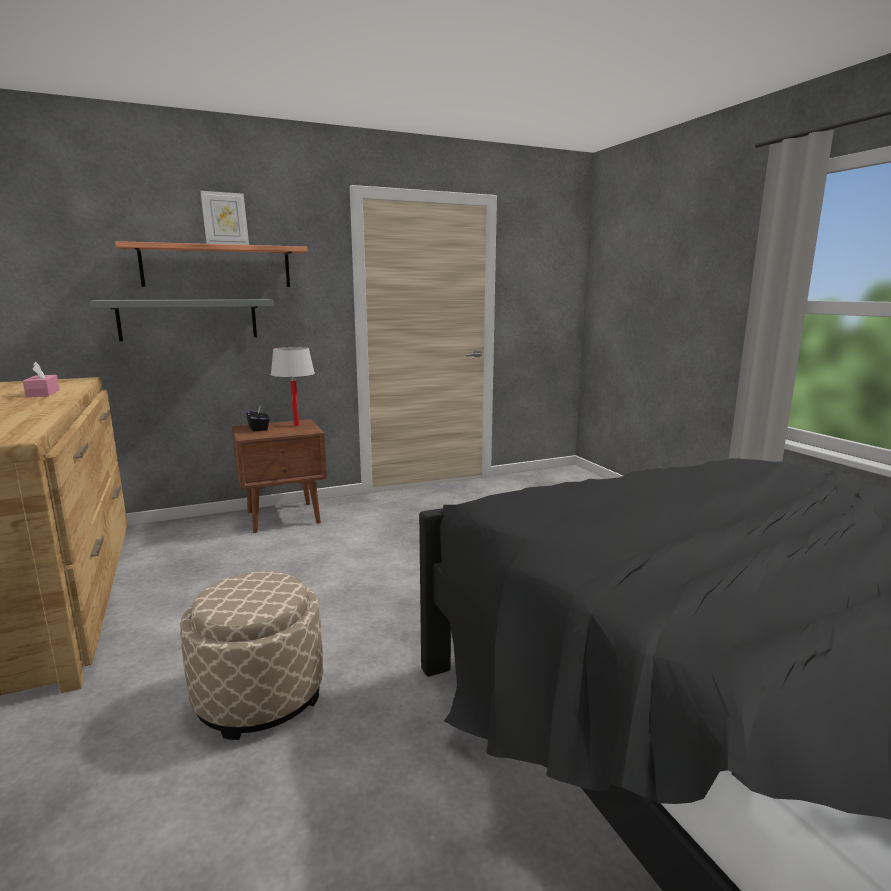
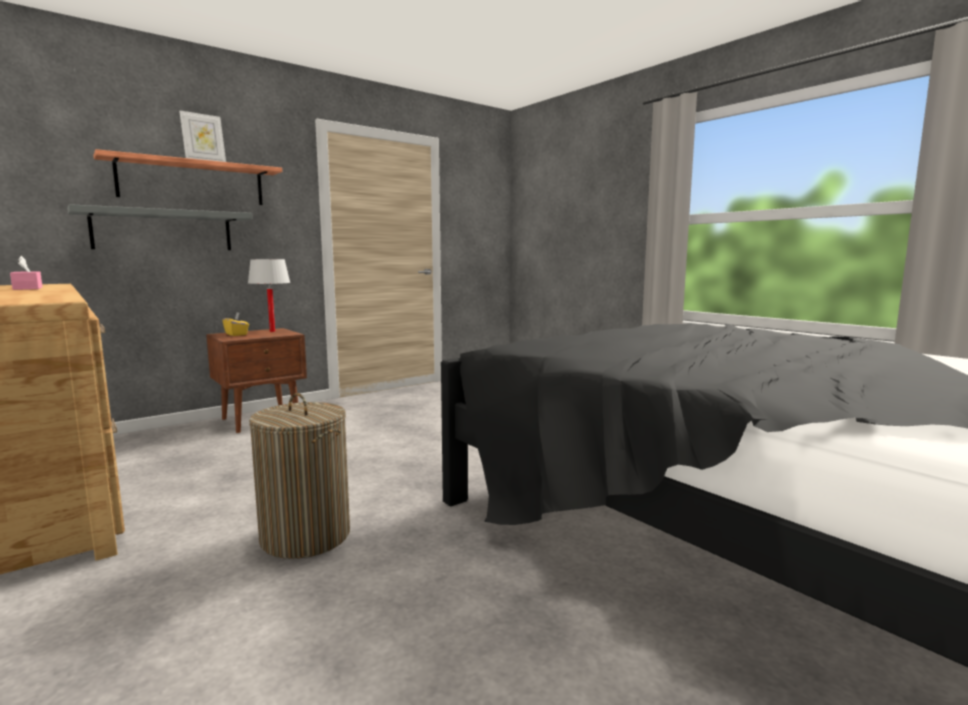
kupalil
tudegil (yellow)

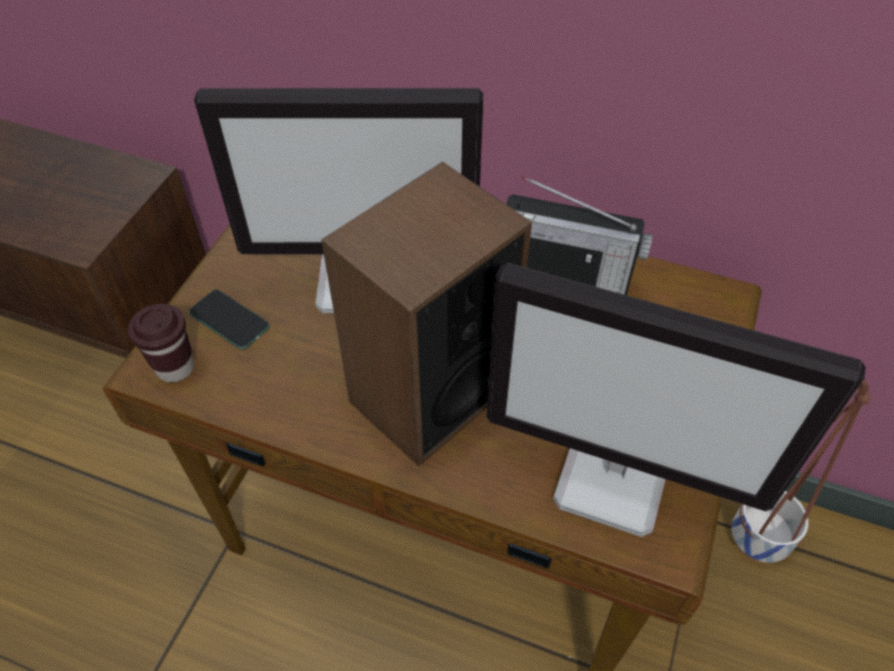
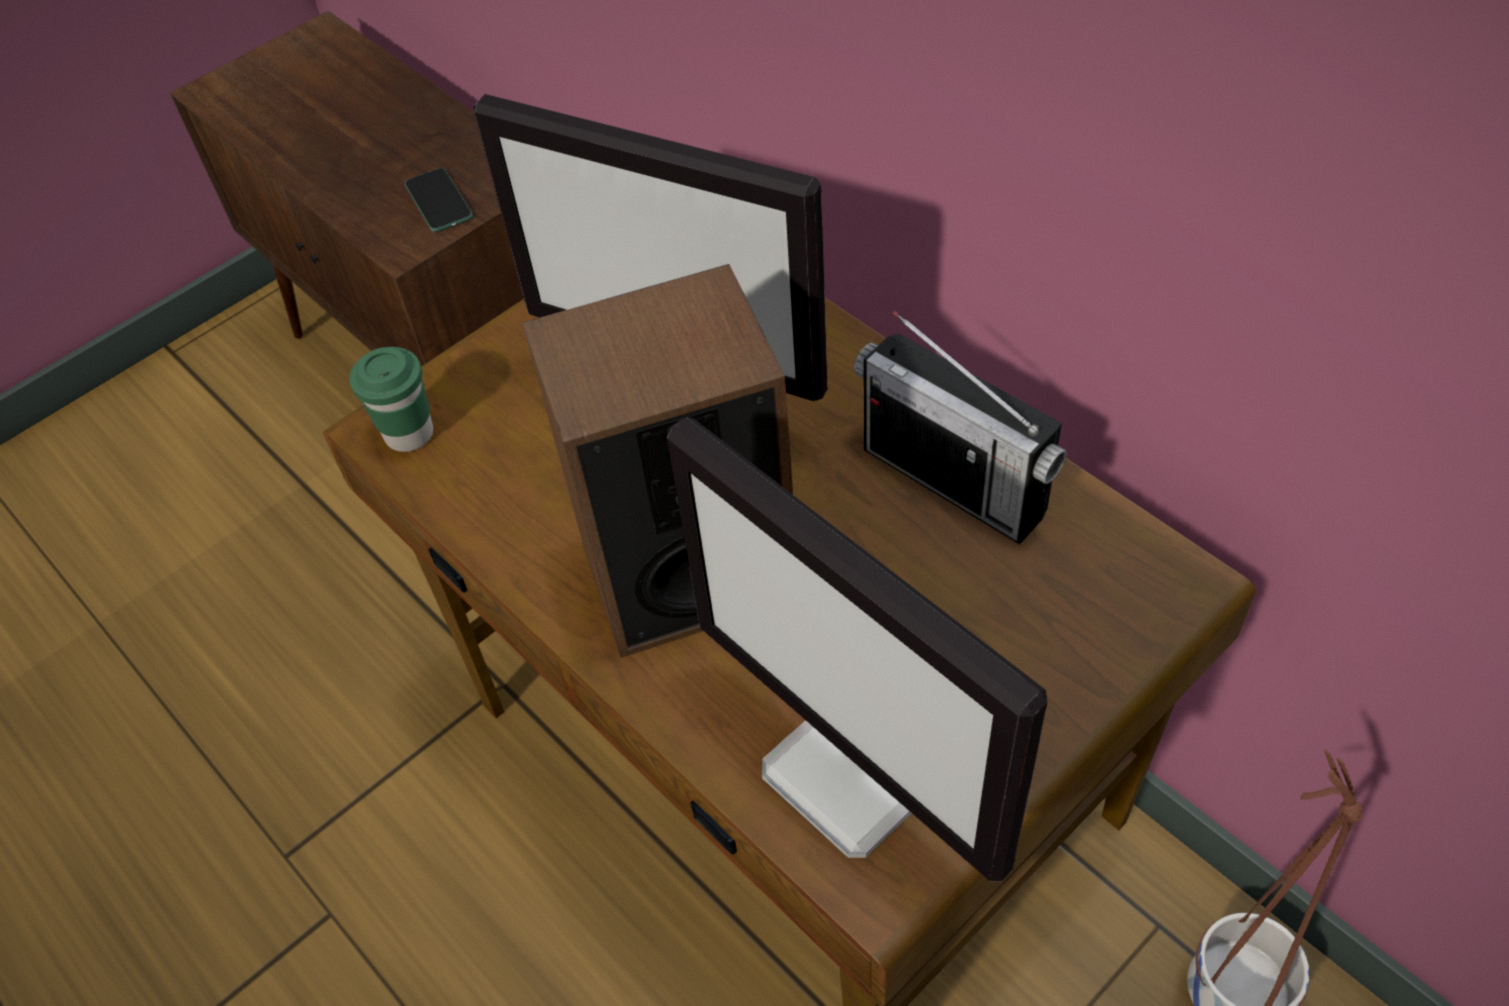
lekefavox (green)
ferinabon

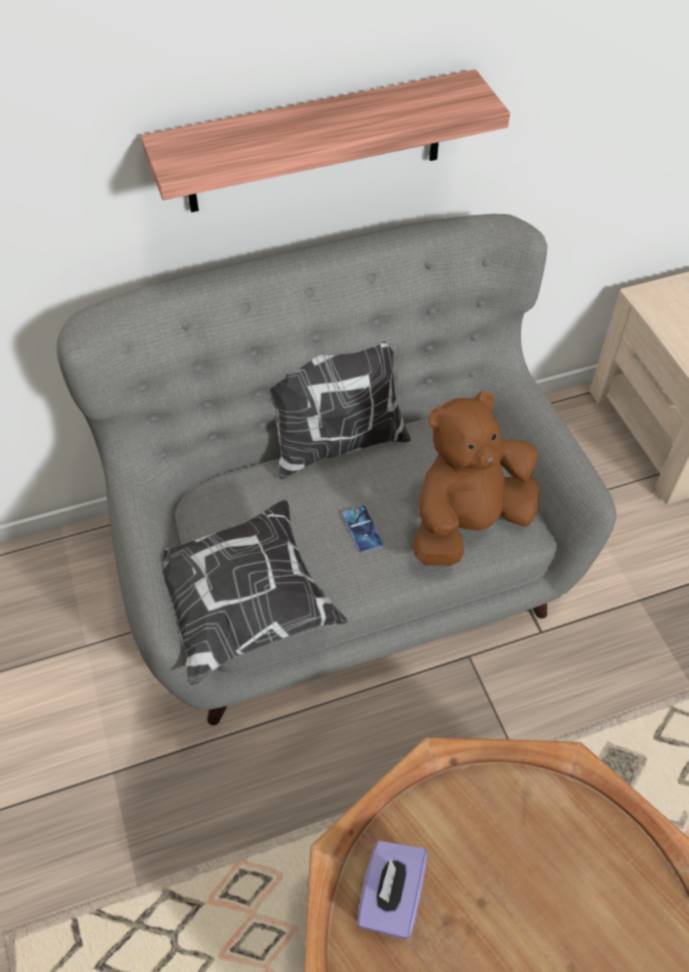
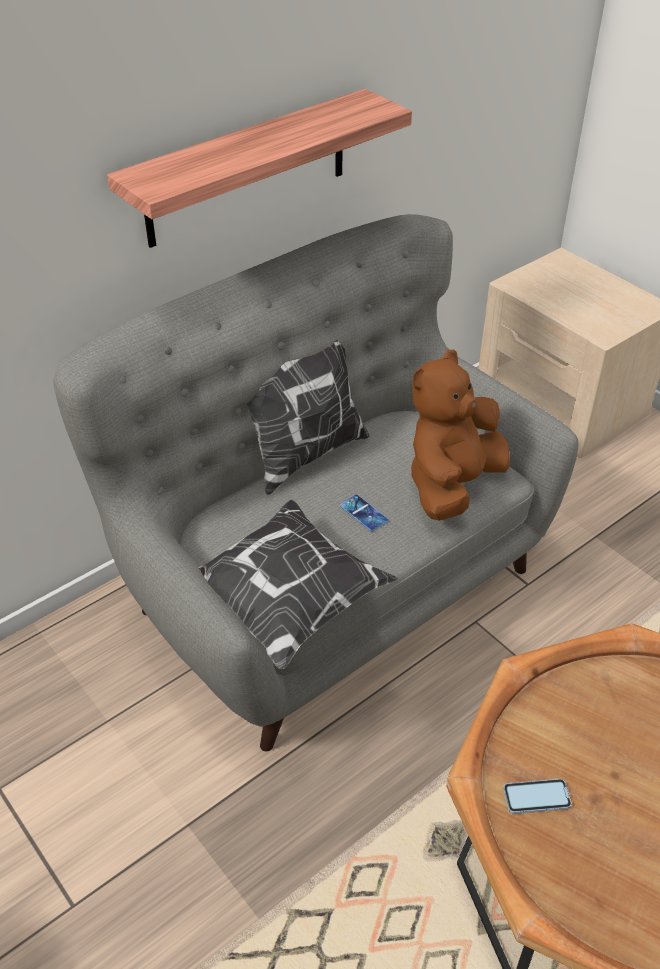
ferinabon (no. 2 from left)

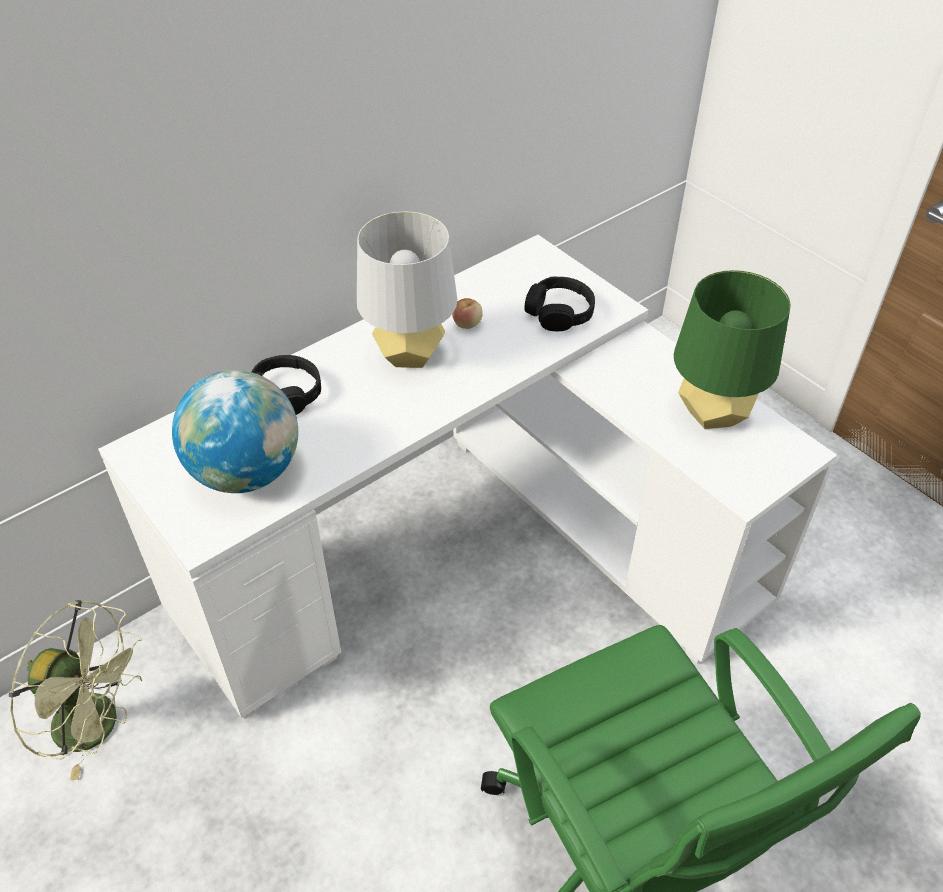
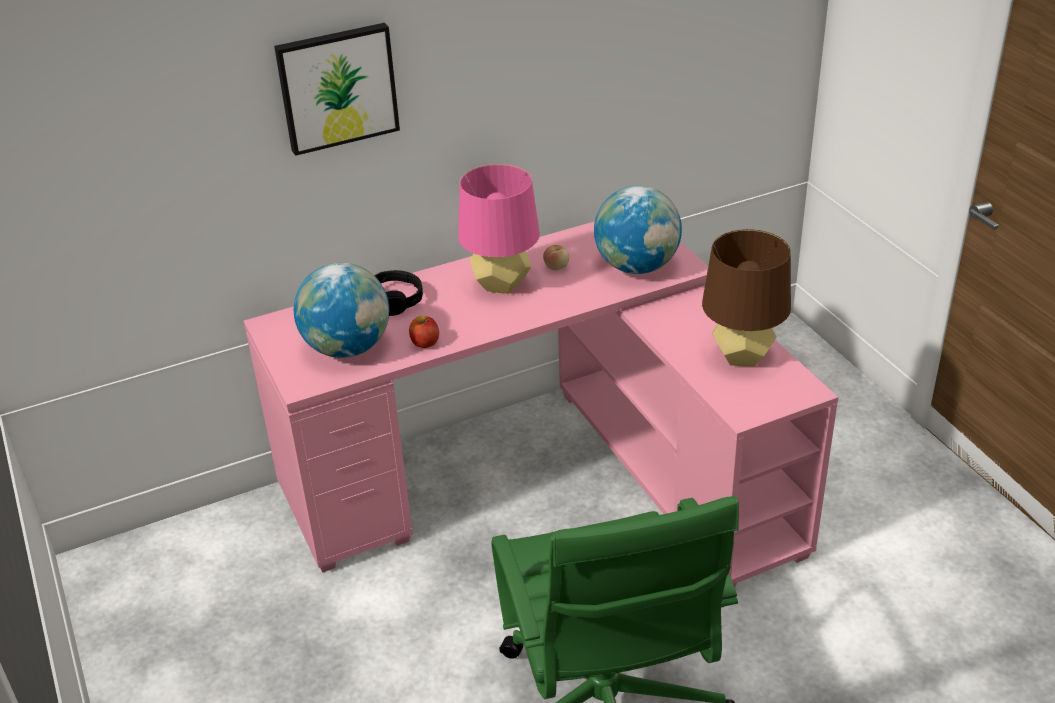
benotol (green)
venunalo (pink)
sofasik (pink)
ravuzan (no. 2 from left)
sofasik (brown)
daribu
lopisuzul (no. 1 from left)

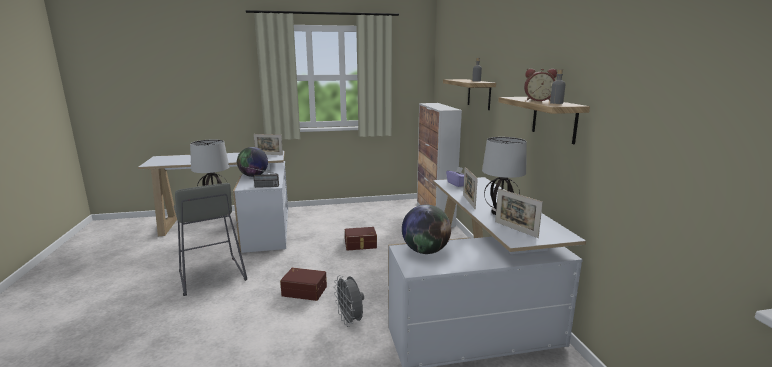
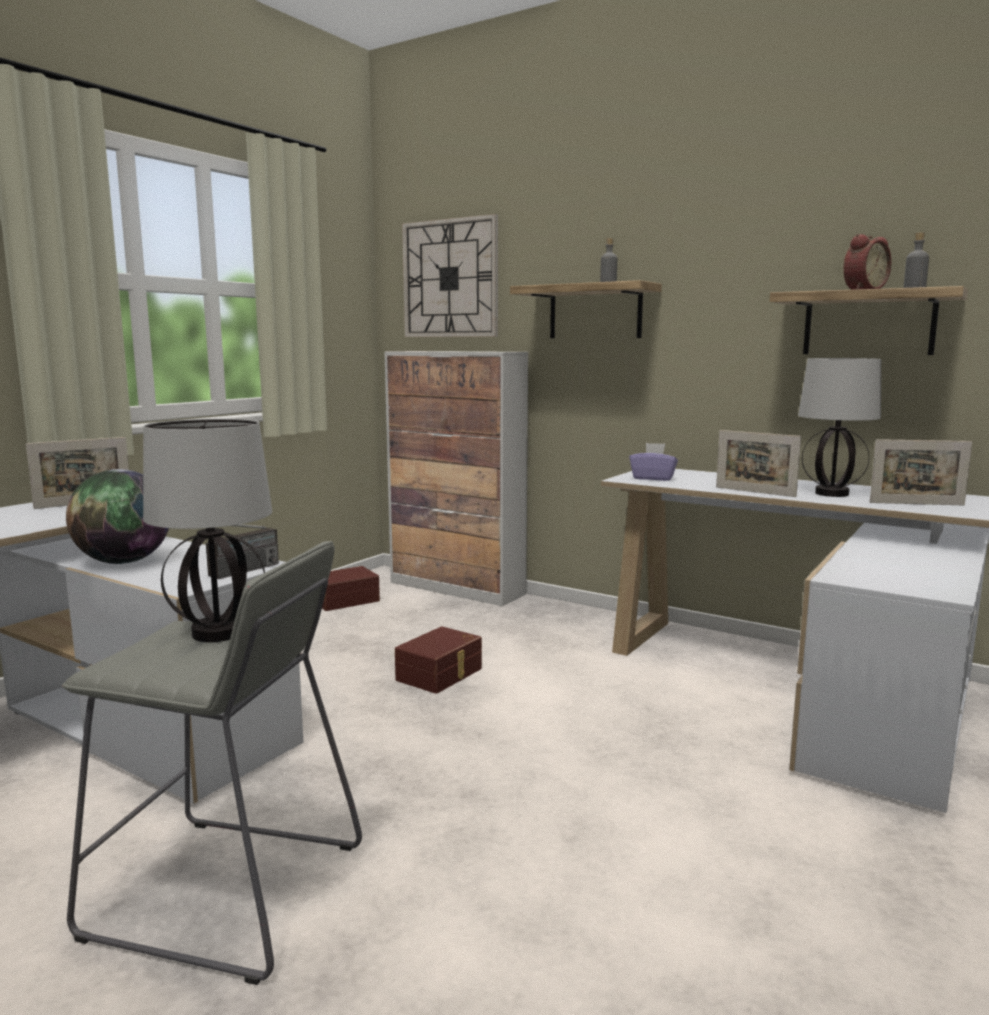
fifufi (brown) (no. 1 from left)
benotol (grey)
ravuzan (no. 2 from left in the first image)
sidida

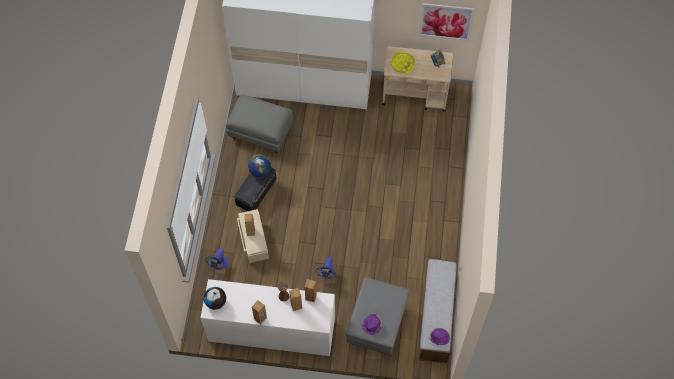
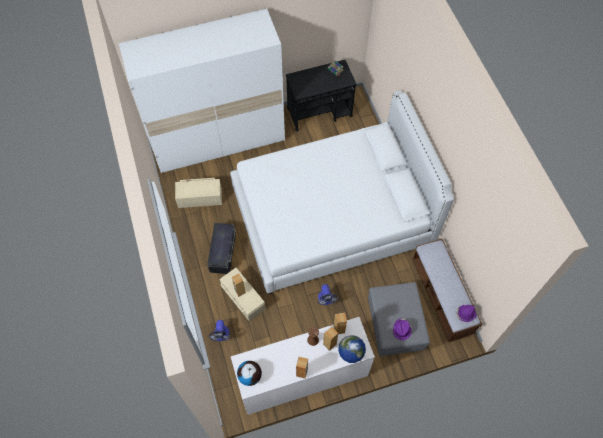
fifufi (beige) (no. 1 from left)
ravuzan (no. 2 from left)
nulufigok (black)
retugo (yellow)
daribu
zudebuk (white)

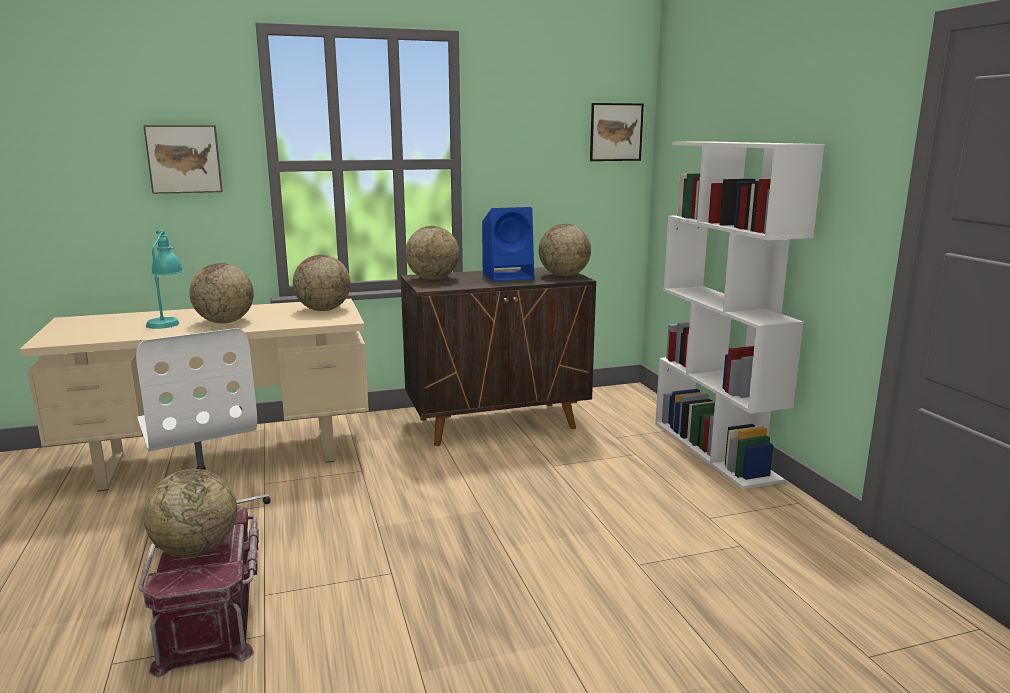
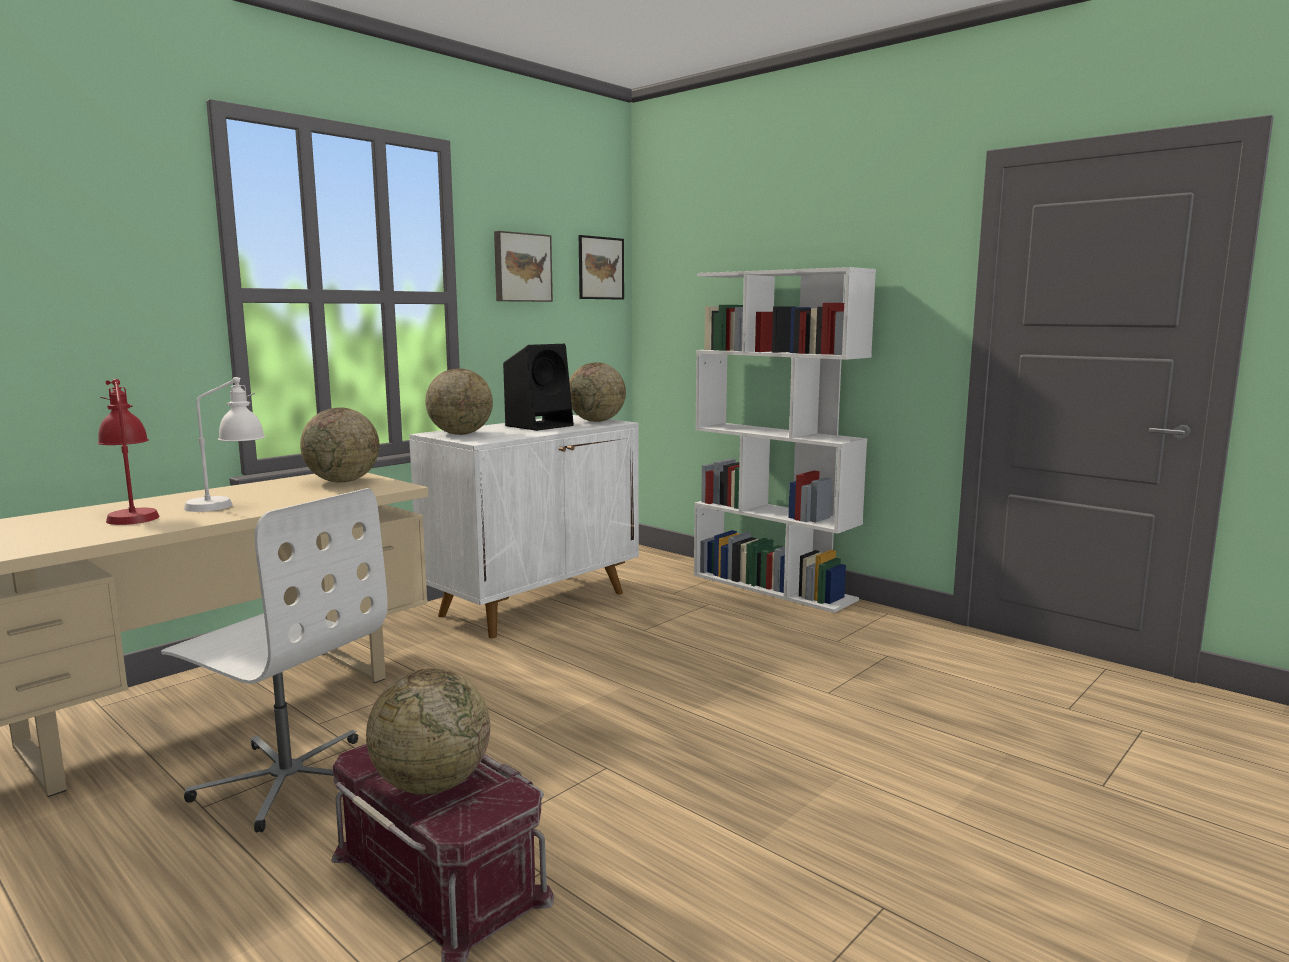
daribu (no. 1 from left)
sofasik (red)
sofasik (white)
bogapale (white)
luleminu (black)

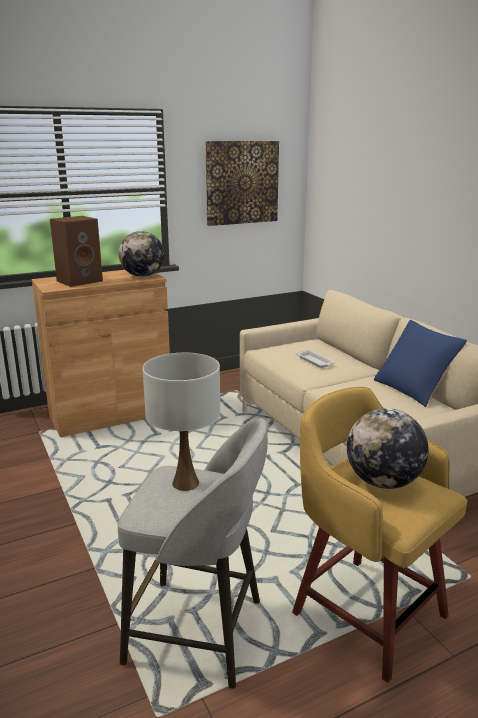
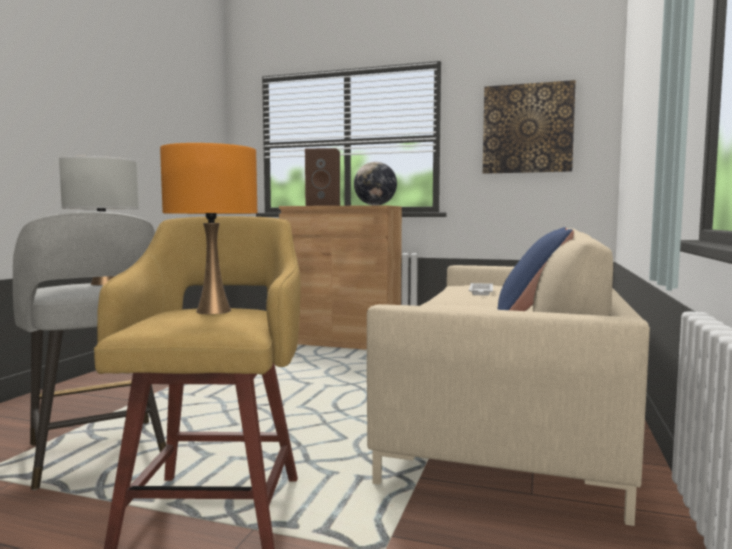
sofasik (orange)

